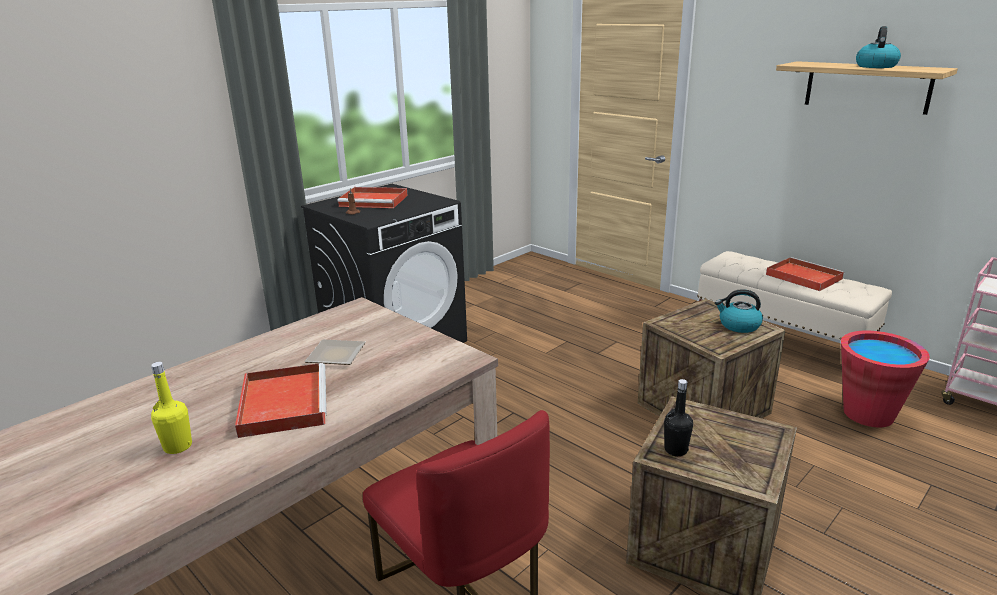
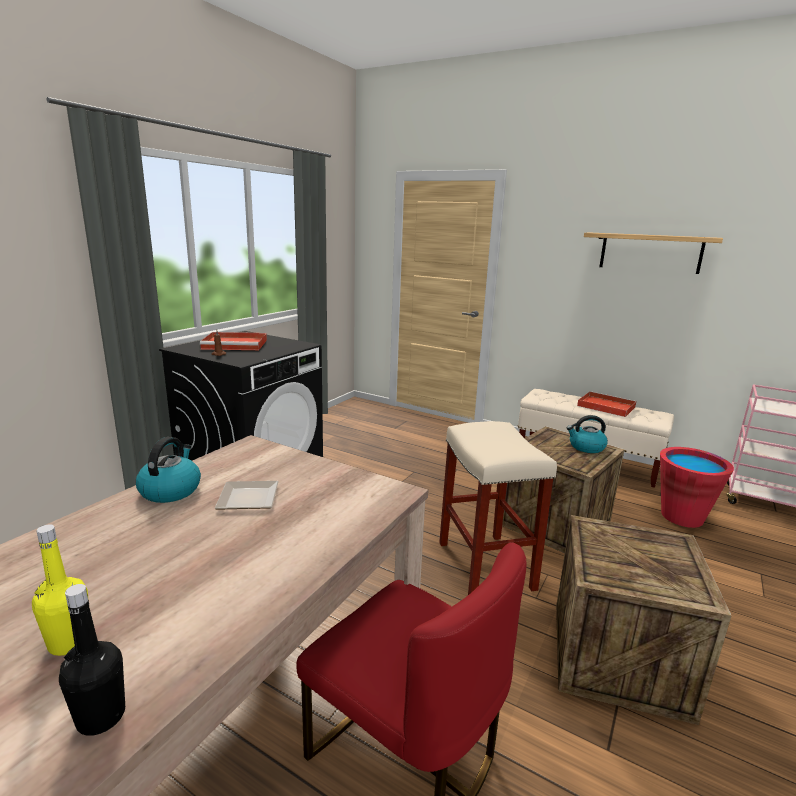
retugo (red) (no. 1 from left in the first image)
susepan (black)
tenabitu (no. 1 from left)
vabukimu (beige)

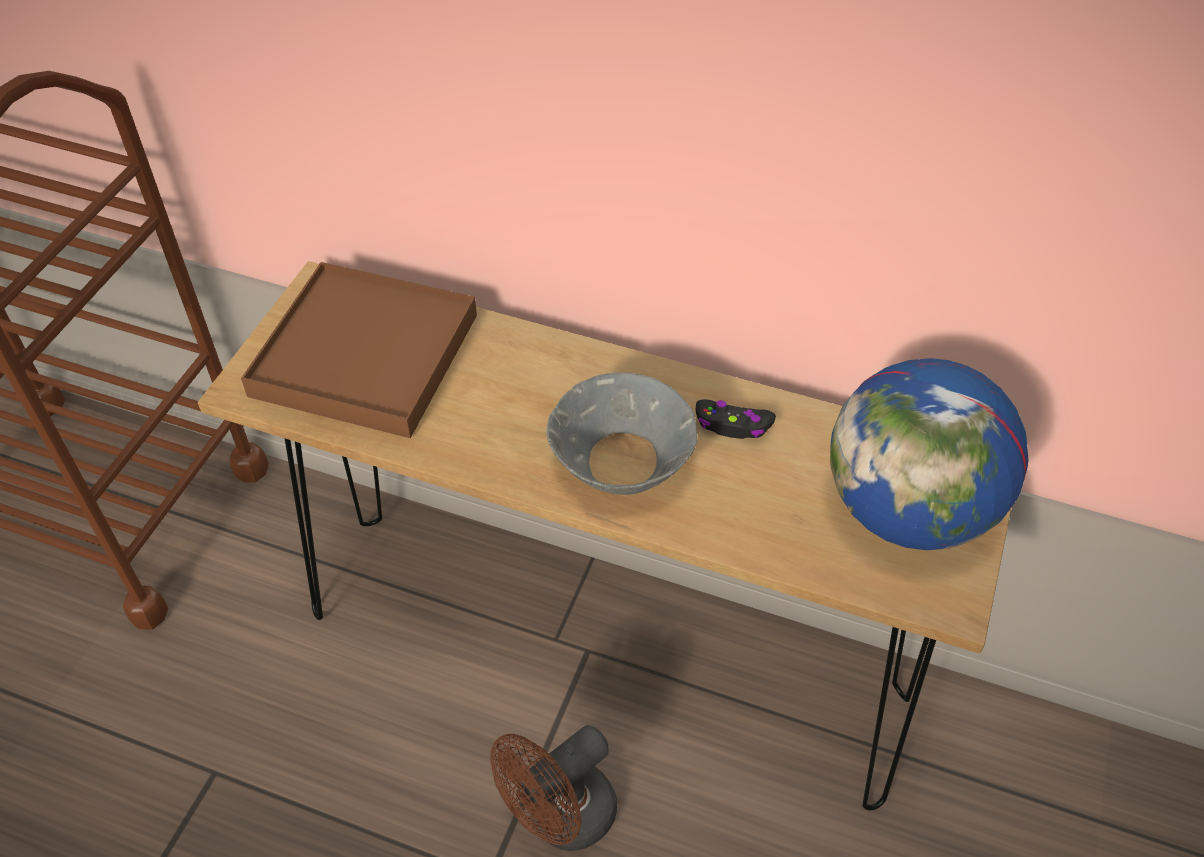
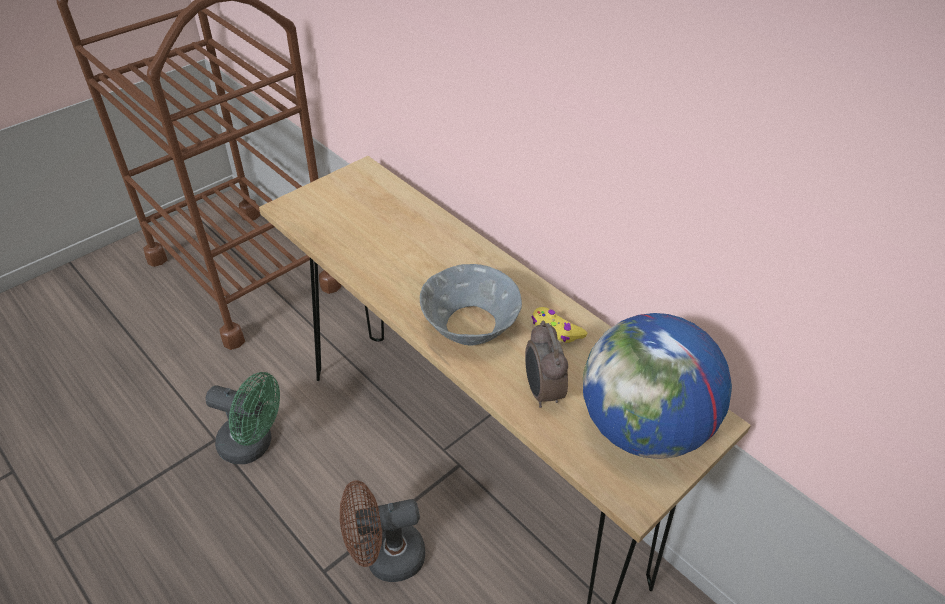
retugo (brown)
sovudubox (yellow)
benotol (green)
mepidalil

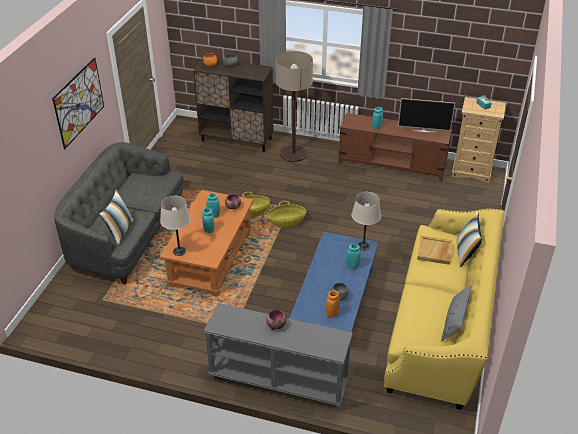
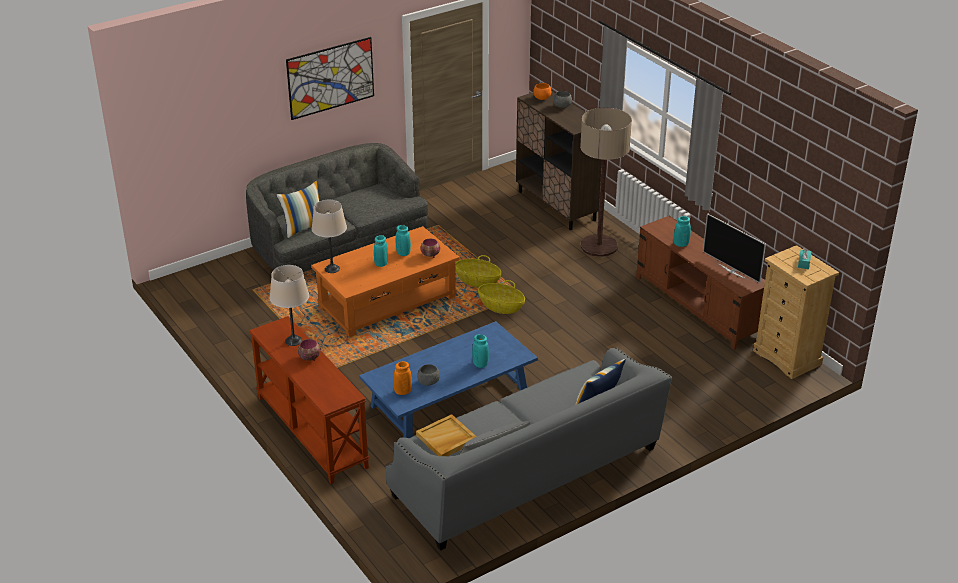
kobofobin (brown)
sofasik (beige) (no. 1 from left)
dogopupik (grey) (no. 2 from left)
retugo (beige)

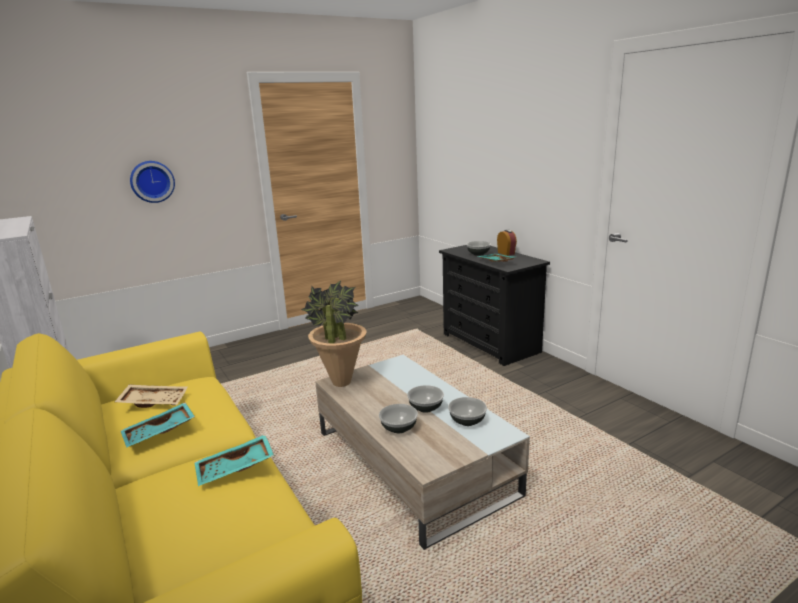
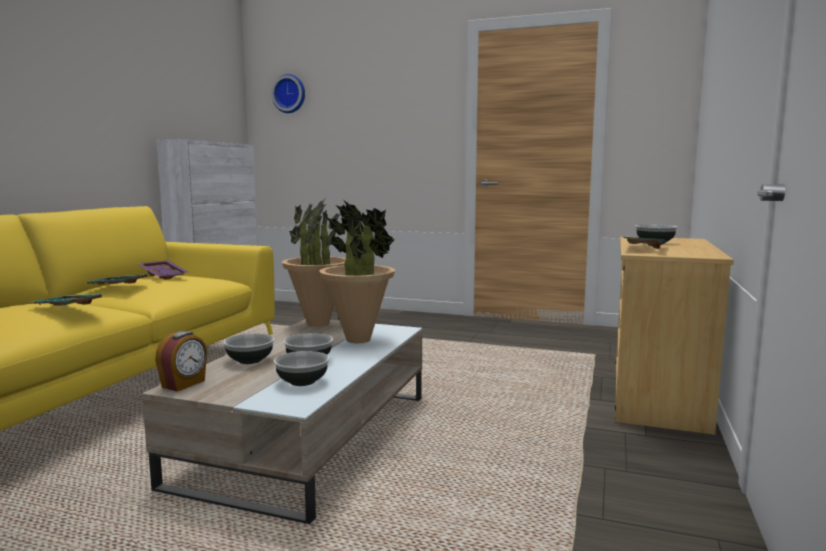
retugo (purple)
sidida
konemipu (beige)
mepidalil
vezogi (no. 2 from left)

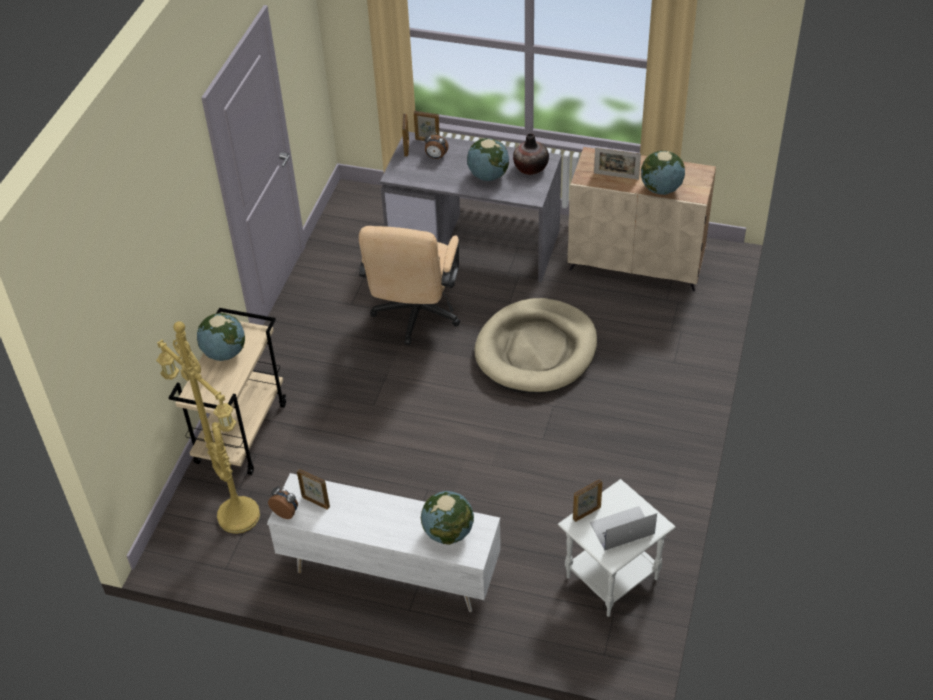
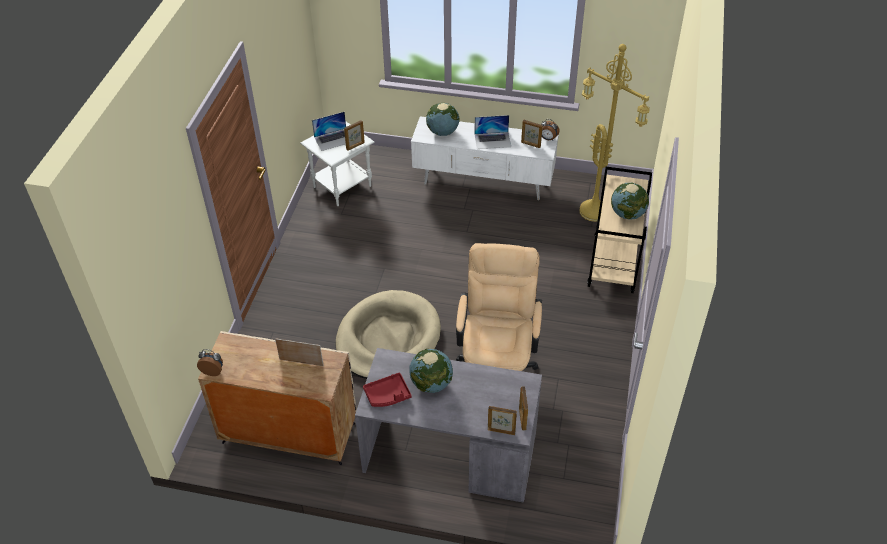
mepidalil (no. 1 from left)
retugo (red)
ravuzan (no. 4 from left in the first image)
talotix (no. 2 from left)

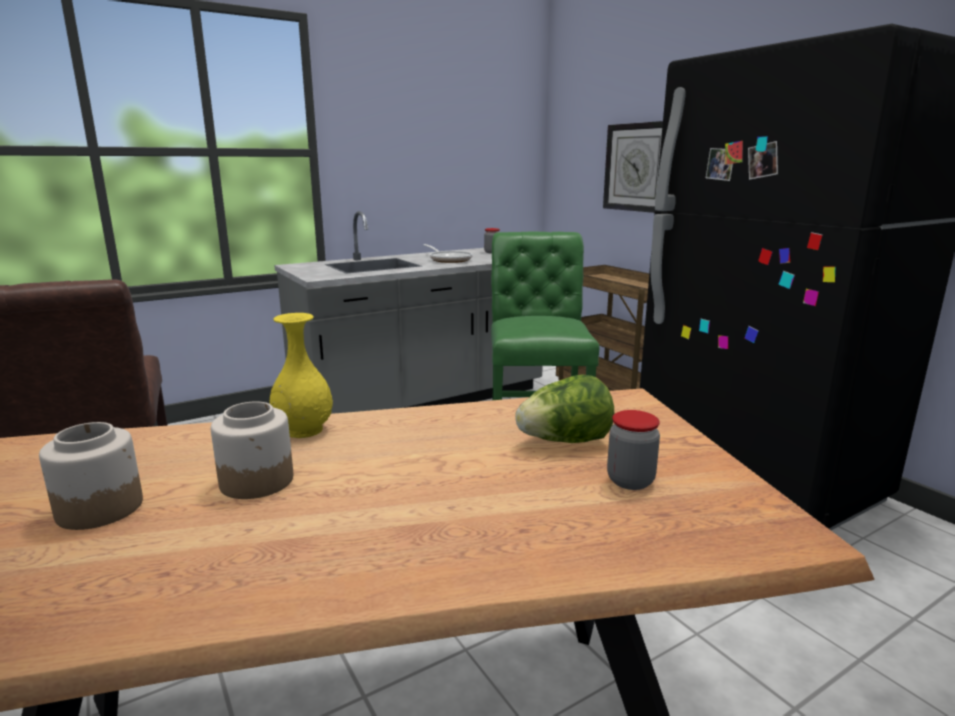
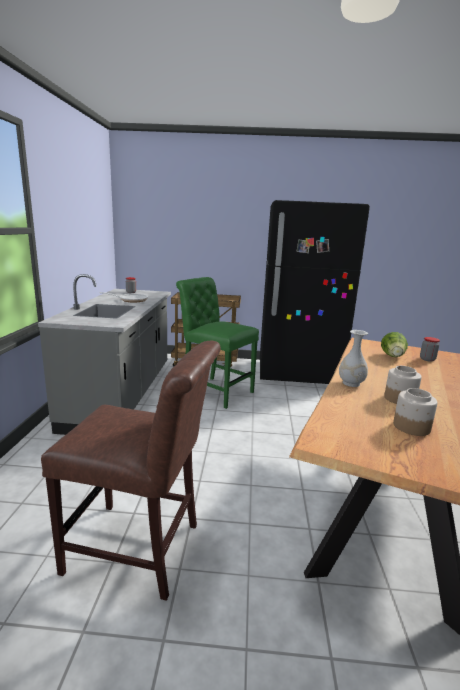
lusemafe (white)
sidida

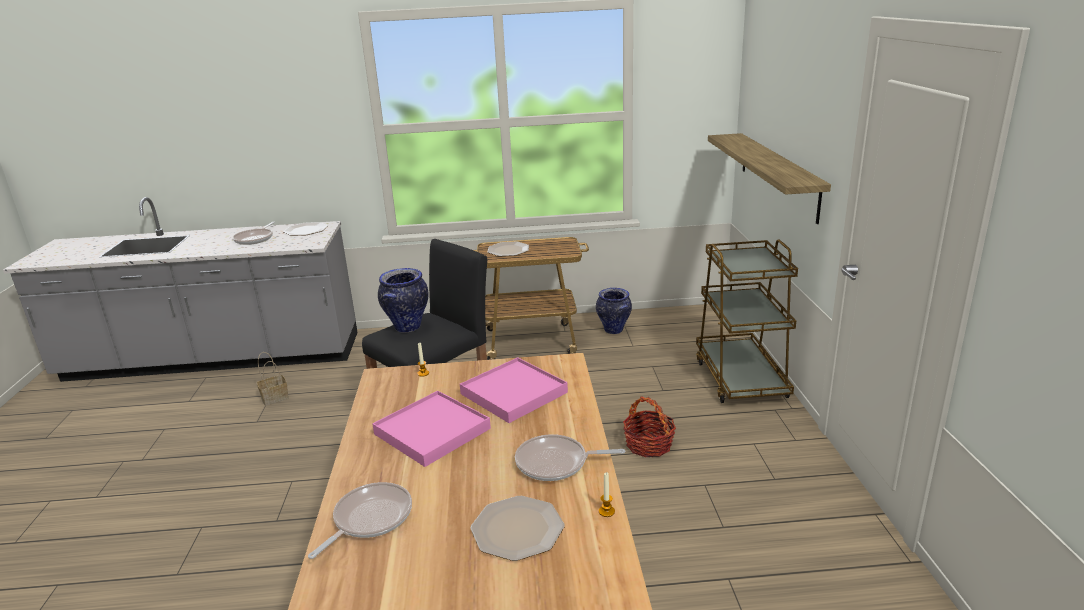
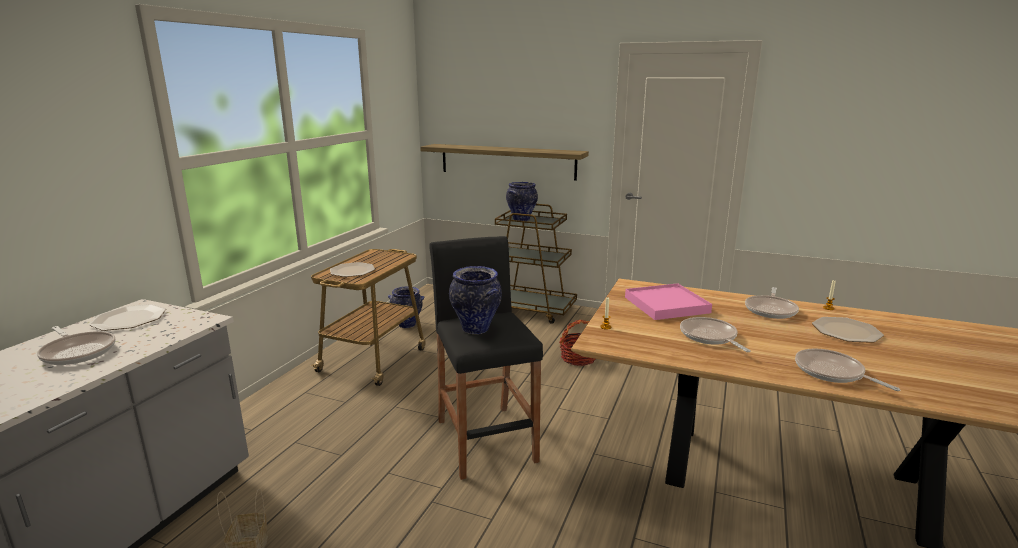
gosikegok (no. 2 from left)
lusemafe (no. 3 from left)

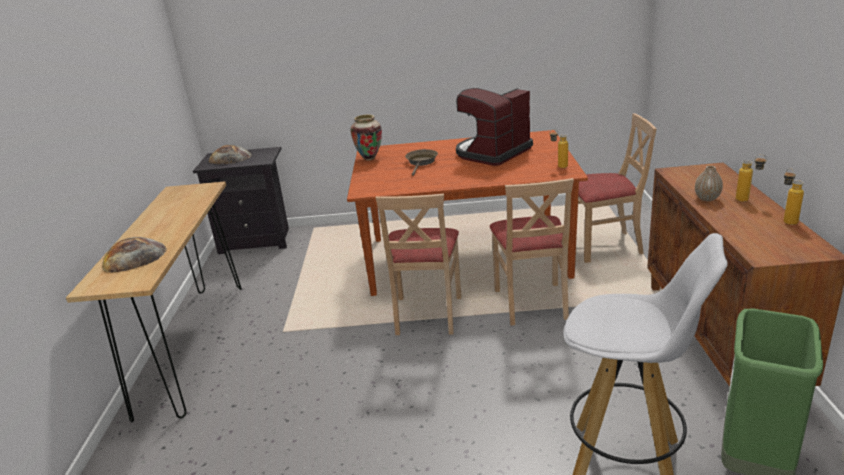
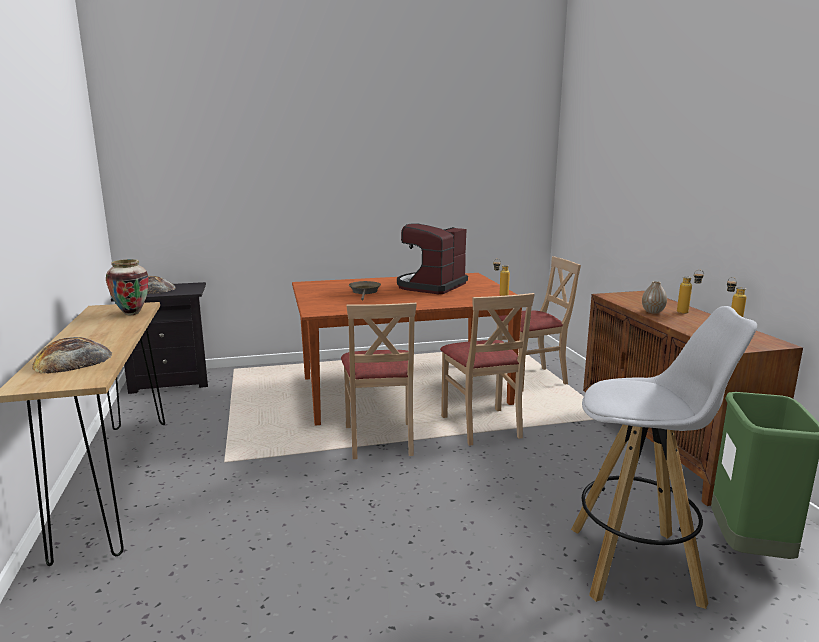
lusemafe (no. 1 from left)

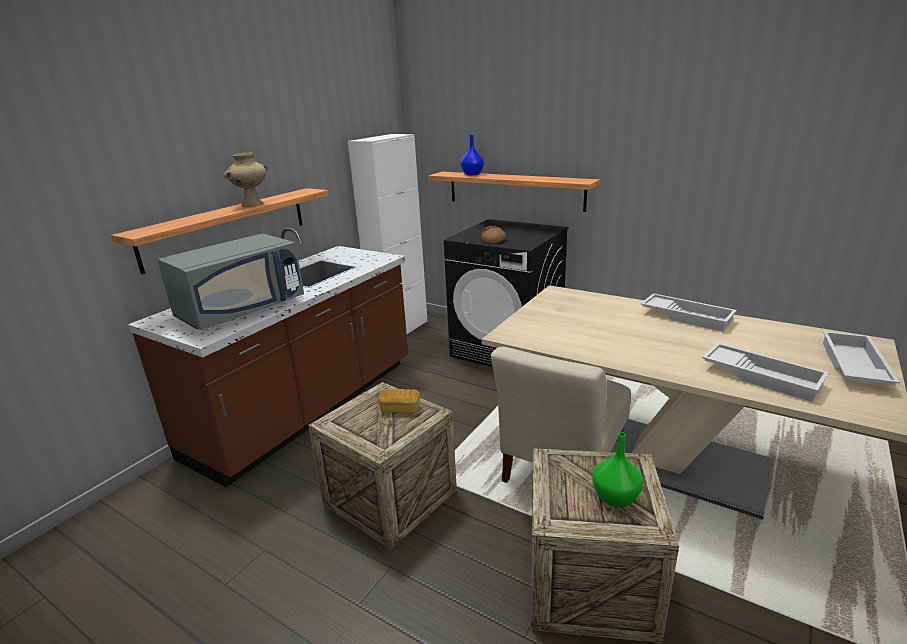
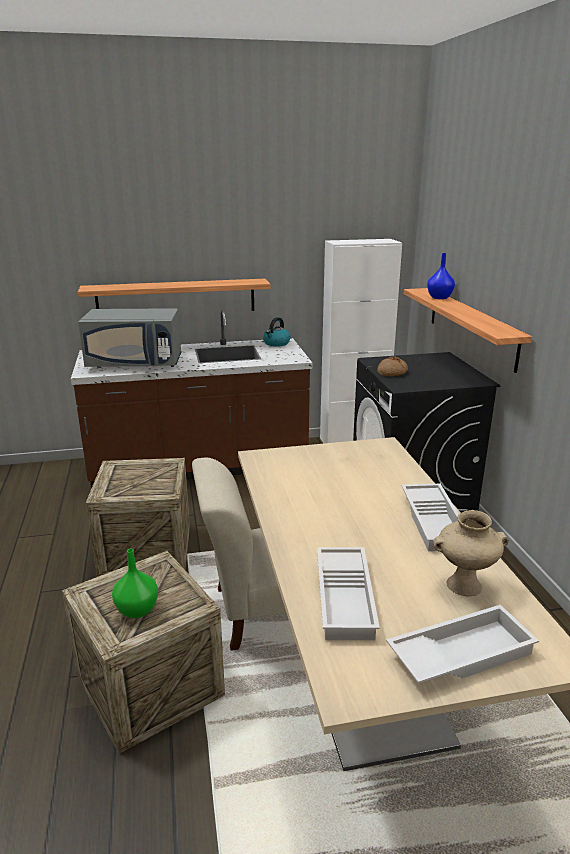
lusemafe (beige)
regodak (no. 1 from left in the first image)
tenabitu

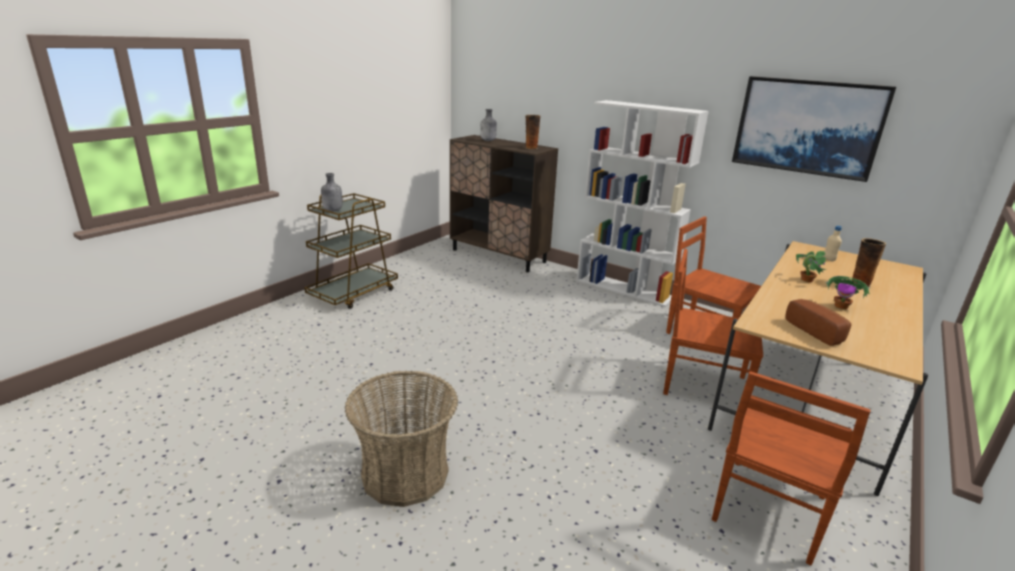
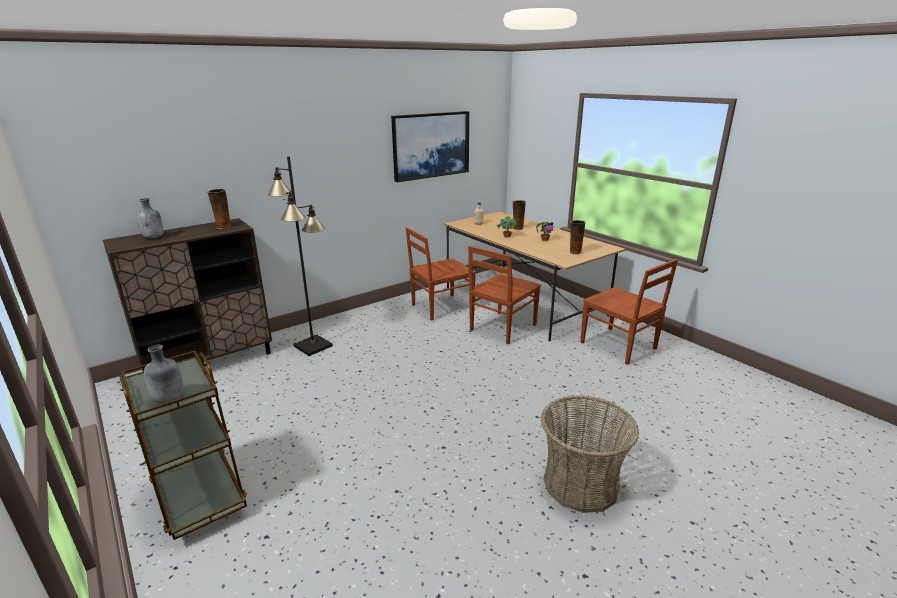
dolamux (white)
lusemafe (no. 3 from left)
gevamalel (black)

